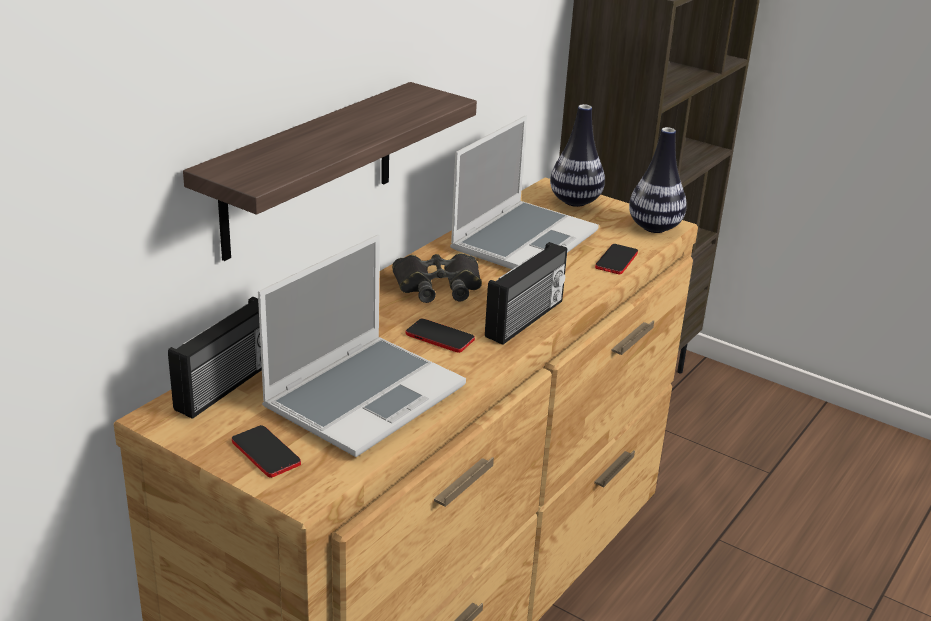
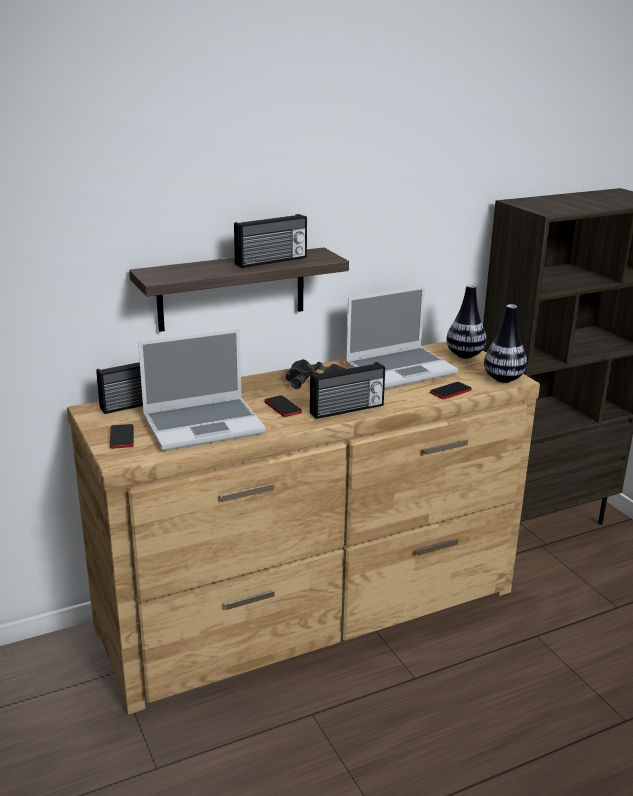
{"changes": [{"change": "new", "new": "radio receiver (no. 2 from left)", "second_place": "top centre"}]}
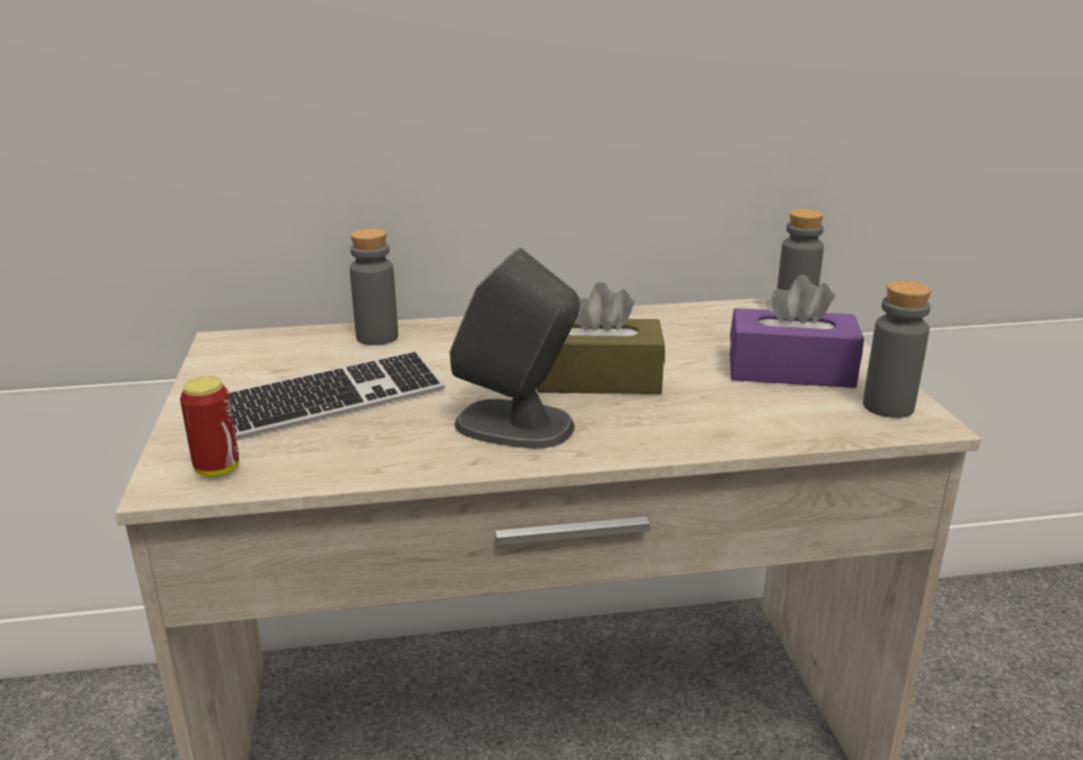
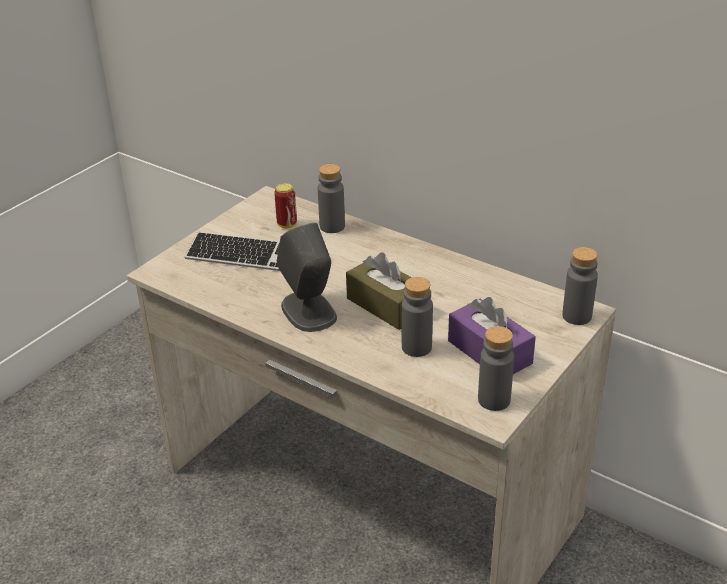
{"changes": [{"change": "shifted", "old": "sealed can", "first_place": "middle left", "second_place": "centre"}, {"change": "new", "new": "grey bottle (no. 2 from left)", "second_place": "centre"}]}
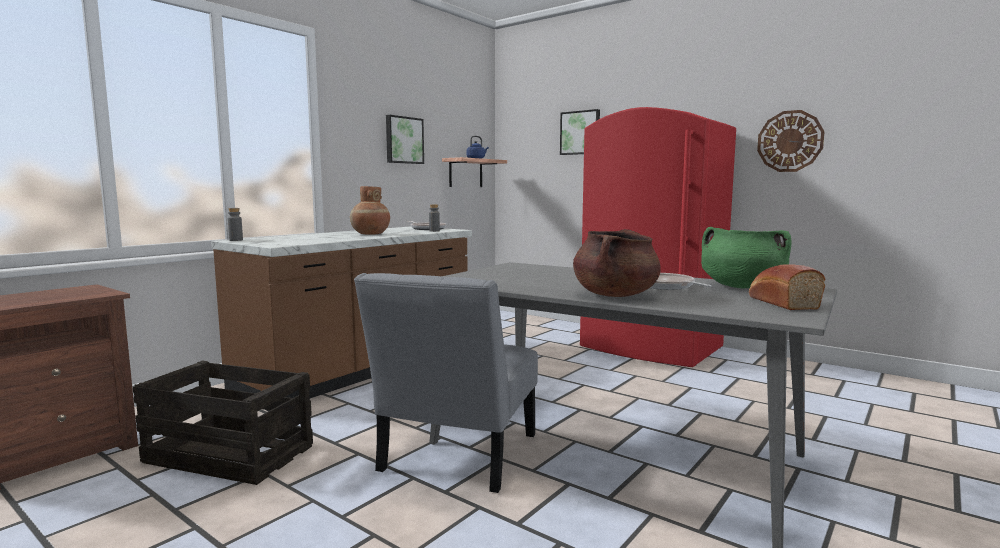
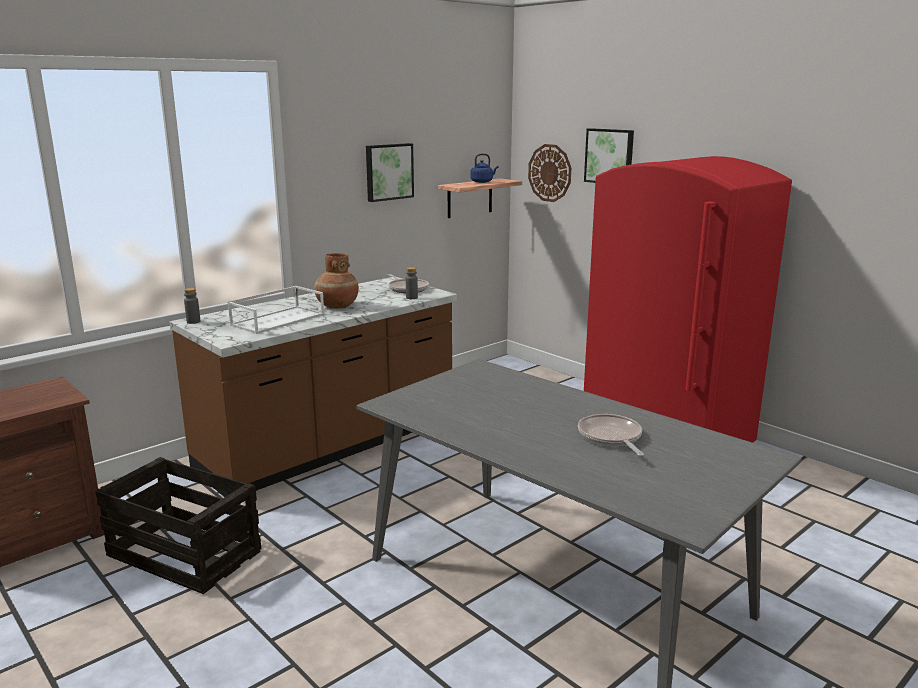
{"changes": [{"change": "gone", "old": "grey plain chair", "first_place": "bottom centre"}, {"change": "gone", "old": "brown cooking pot", "first_place": "centre"}, {"change": "gone", "old": "green-coloured cooking pot", "first_place": "middle right"}, {"change": "gone", "old": "bread", "first_place": "middle right"}, {"change": "shifted", "old": "hanging clock", "first_place": "top right", "second_place": "top centre"}, {"change": "new", "new": "white tray", "second_place": "middle left"}]}
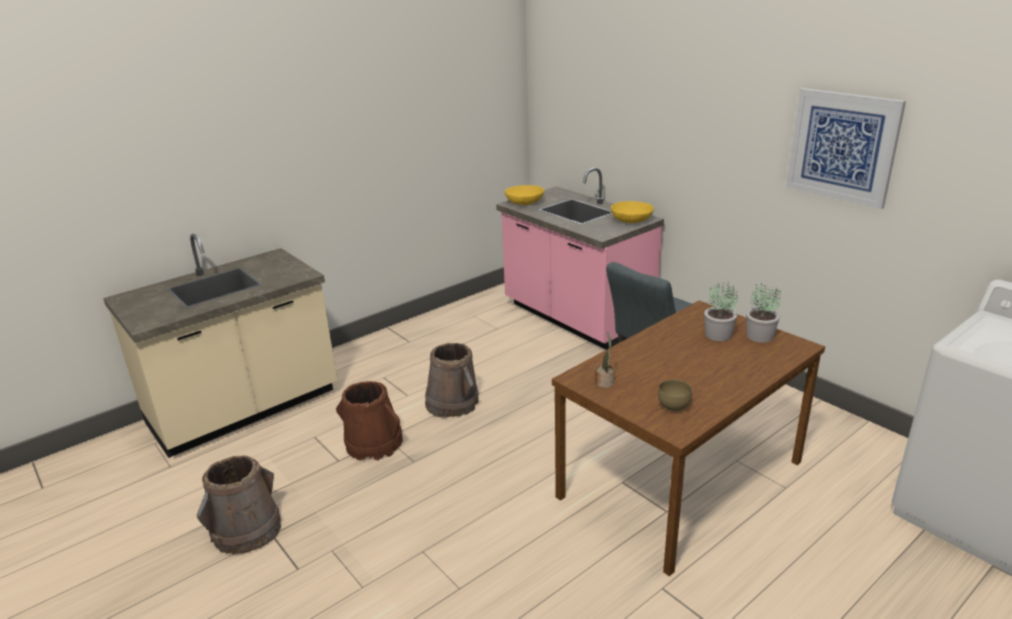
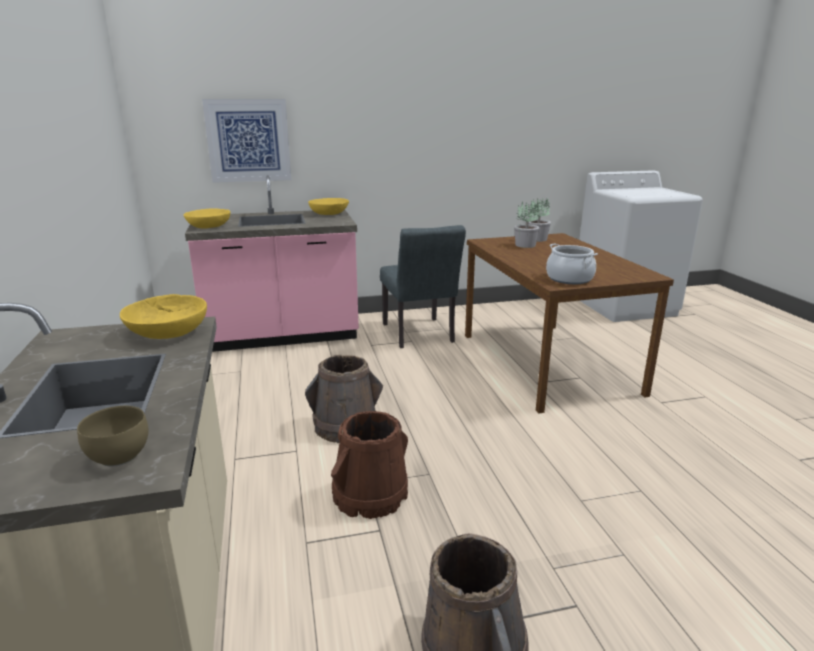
{"changes": [{"change": "swapped", "old": "houseplant (no. 1 from left)", "new": "cooking pot", "first_place": "centre", "second_place": "middle right"}, {"change": "shifted", "old": "brown serving bowl", "first_place": "middle right", "second_place": "bottom left"}, {"change": "shifted", "old": "picture", "first_place": "top right", "second_place": "top left"}, {"change": "new", "new": "yellowish serving bowl (no. 1 from left)", "second_place": "middle left"}]}
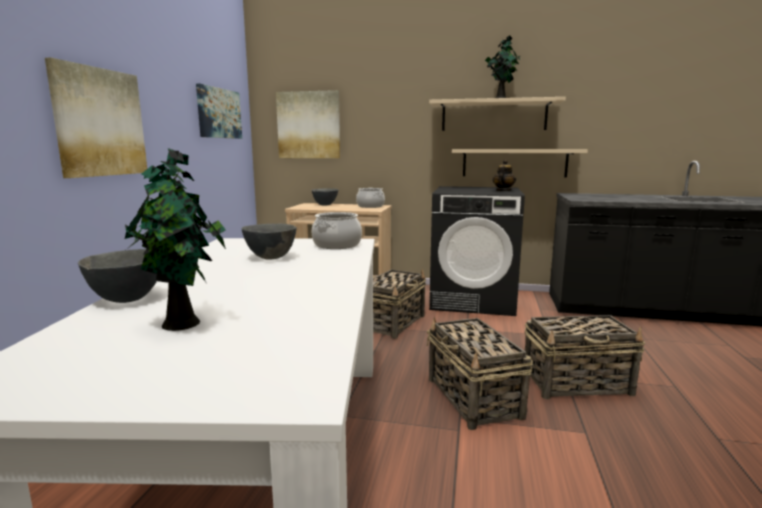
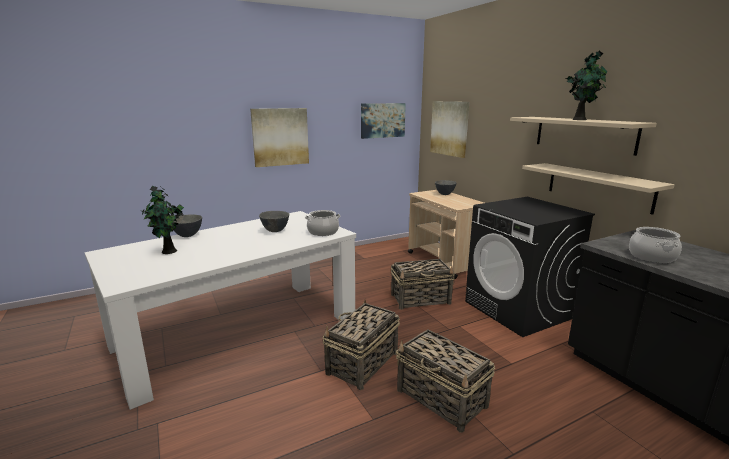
{"changes": [{"change": "shifted", "old": "cooking pot (no. 2 from left)", "first_place": "centre", "second_place": "middle right"}, {"change": "gone", "old": "pot for tea", "first_place": "centre"}]}
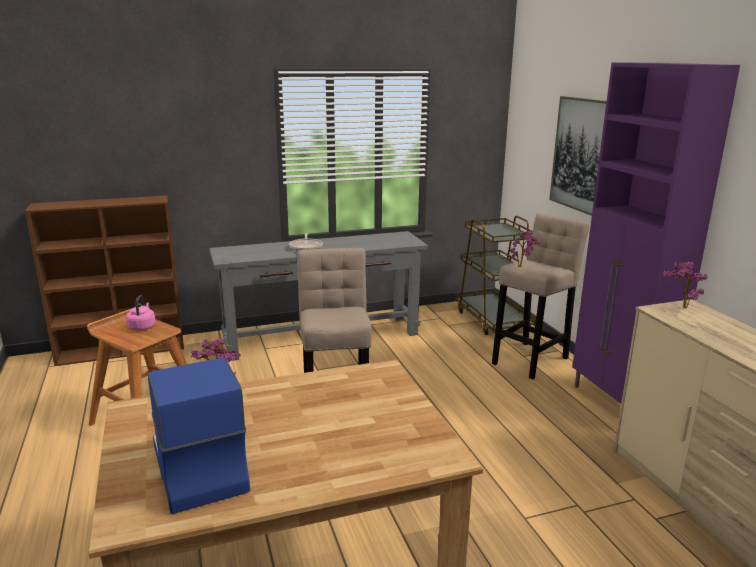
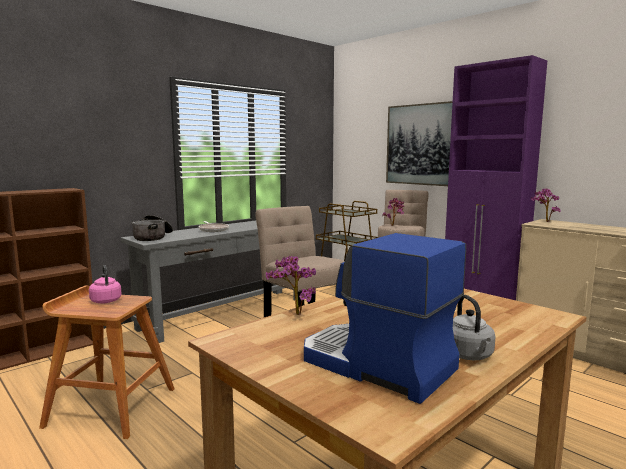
{"changes": [{"change": "new", "new": "cooking pot", "second_place": "middle left"}, {"change": "new", "new": "grey water kettle", "second_place": "bottom right"}]}
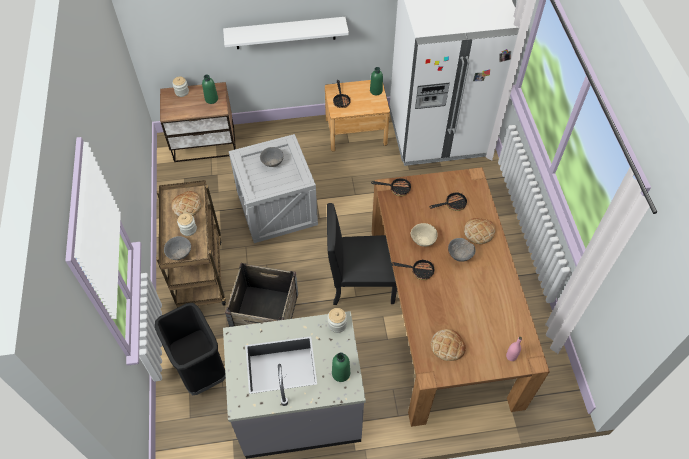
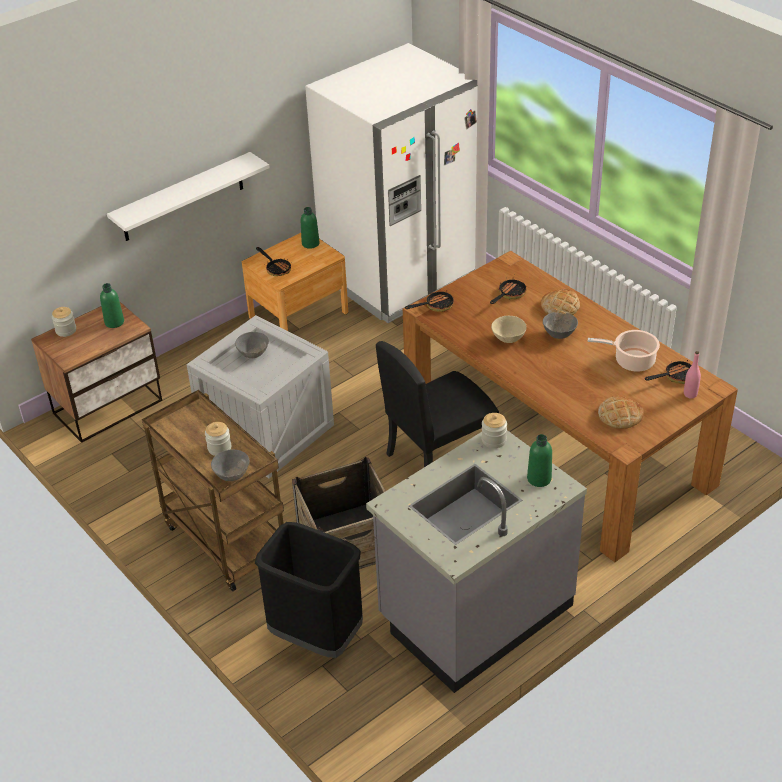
{"changes": [{"change": "gone", "old": "bread (no. 1 from left)", "first_place": "middle left"}, {"change": "shifted", "old": "pan (no. 3 from left in the first image)", "new": "pan (no. 4 from left)", "first_place": "centre", "second_place": "middle right"}, {"change": "new", "new": "cooking pot", "second_place": "middle right"}]}
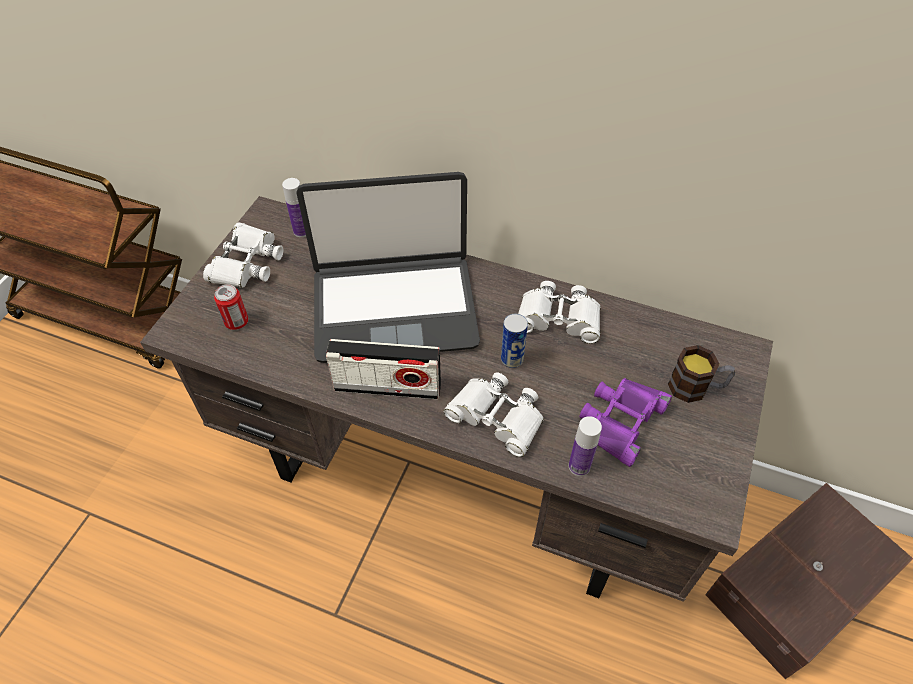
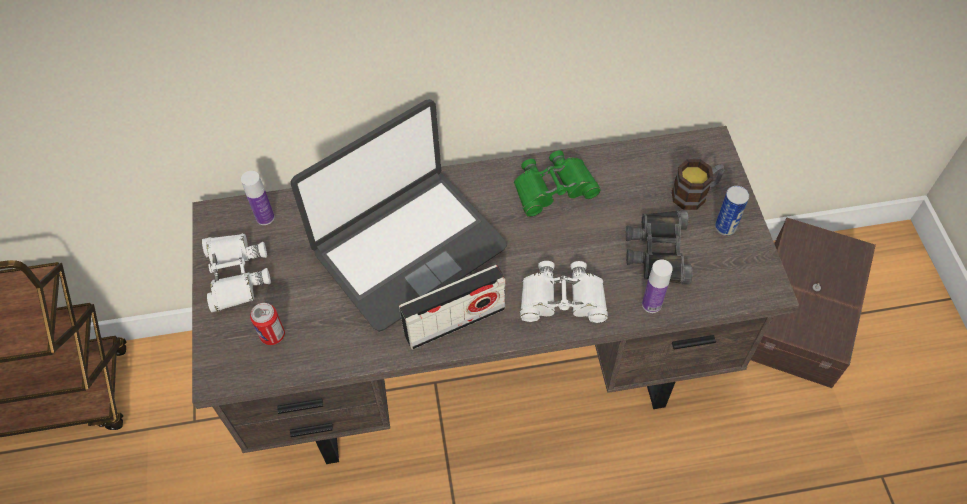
{"changes": [{"change": "shifted", "old": "sealed can (no. 2 from left)", "first_place": "centre", "second_place": "middle right"}, {"change": "repainted", "old": "white pair of binoculars (no. 3 from left)", "new": "green-coloured pair of binoculars", "first_place": "centre", "second_place": "centre"}, {"change": "repainted", "old": "purple pair of binoculars", "new": "blackish pair of binoculars", "first_place": "middle right", "second_place": "middle right"}]}
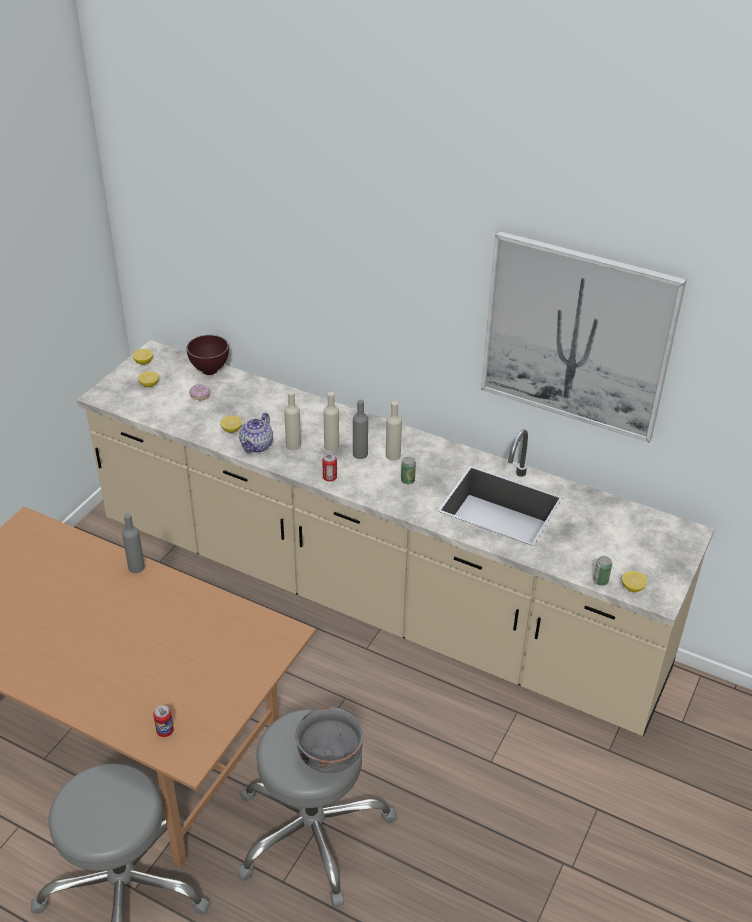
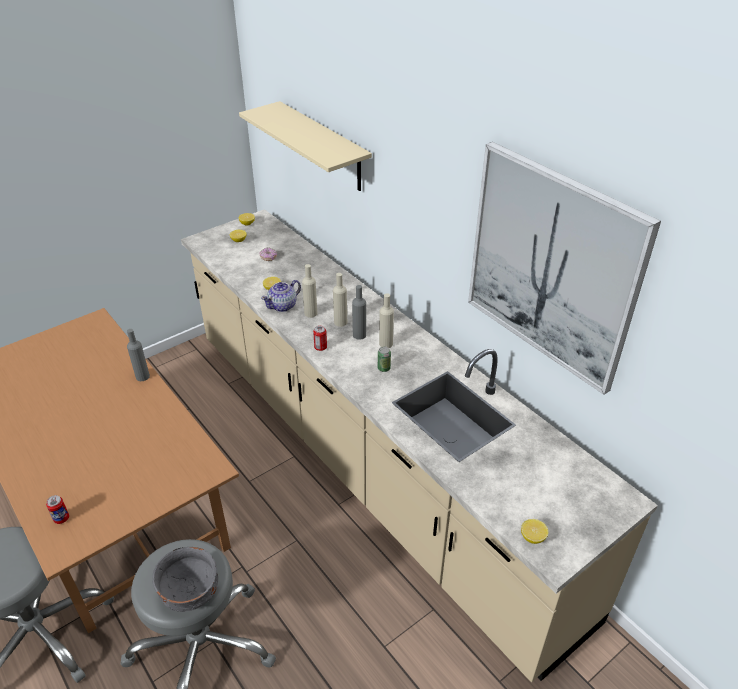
{"changes": [{"change": "gone", "old": "brown serving bowl", "first_place": "middle left"}, {"change": "gone", "old": "sealed can (no. 4 from left)", "first_place": "middle right"}, {"change": "new", "new": "beige shelf", "second_place": "top centre"}]}
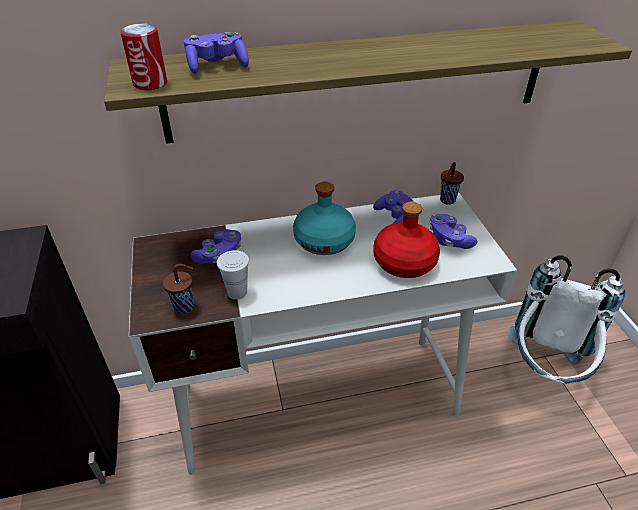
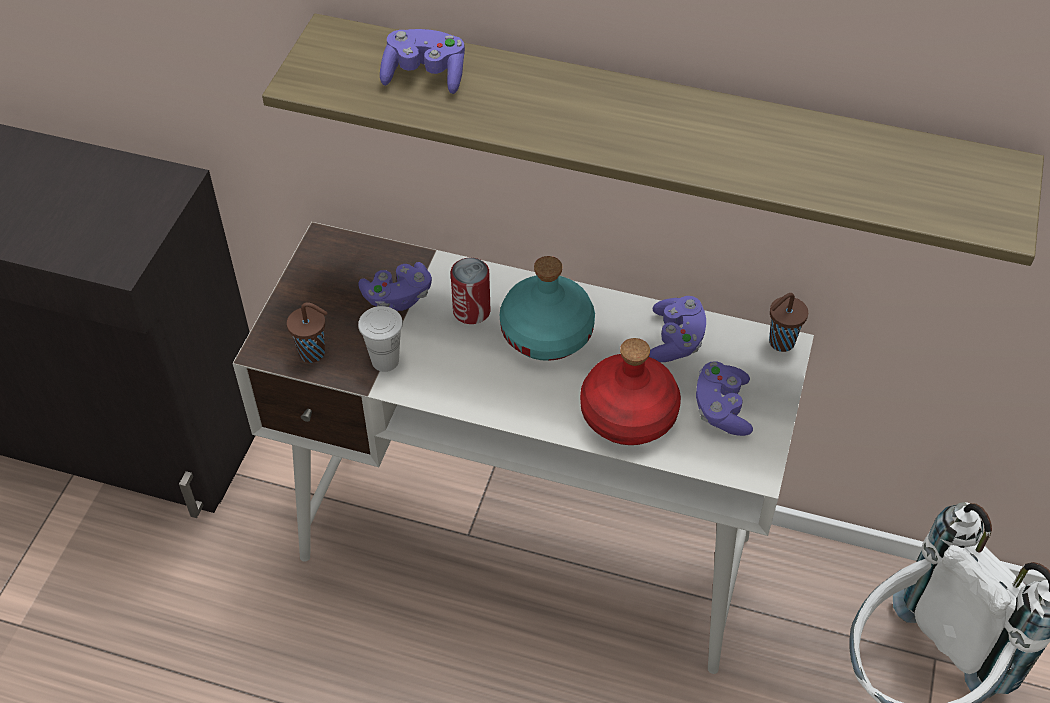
{"changes": [{"change": "shifted", "old": "sealed can", "first_place": "top left", "second_place": "centre"}]}
